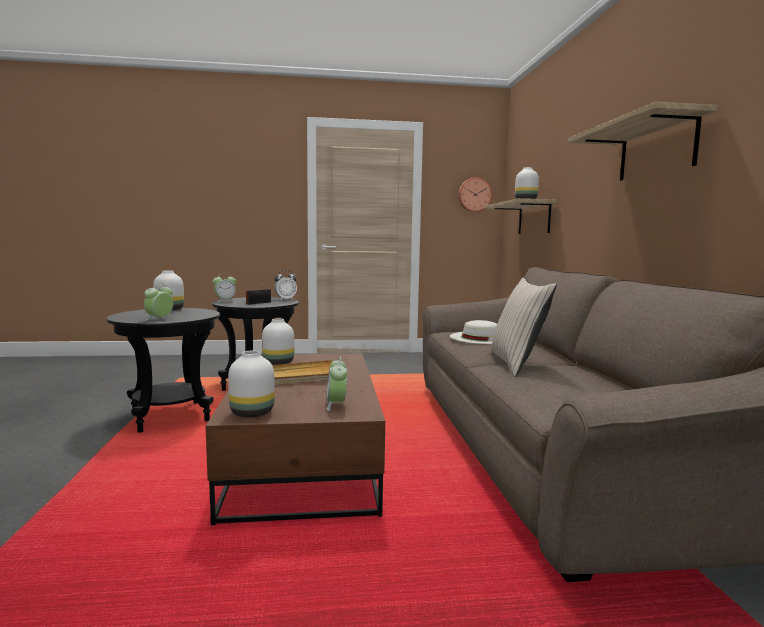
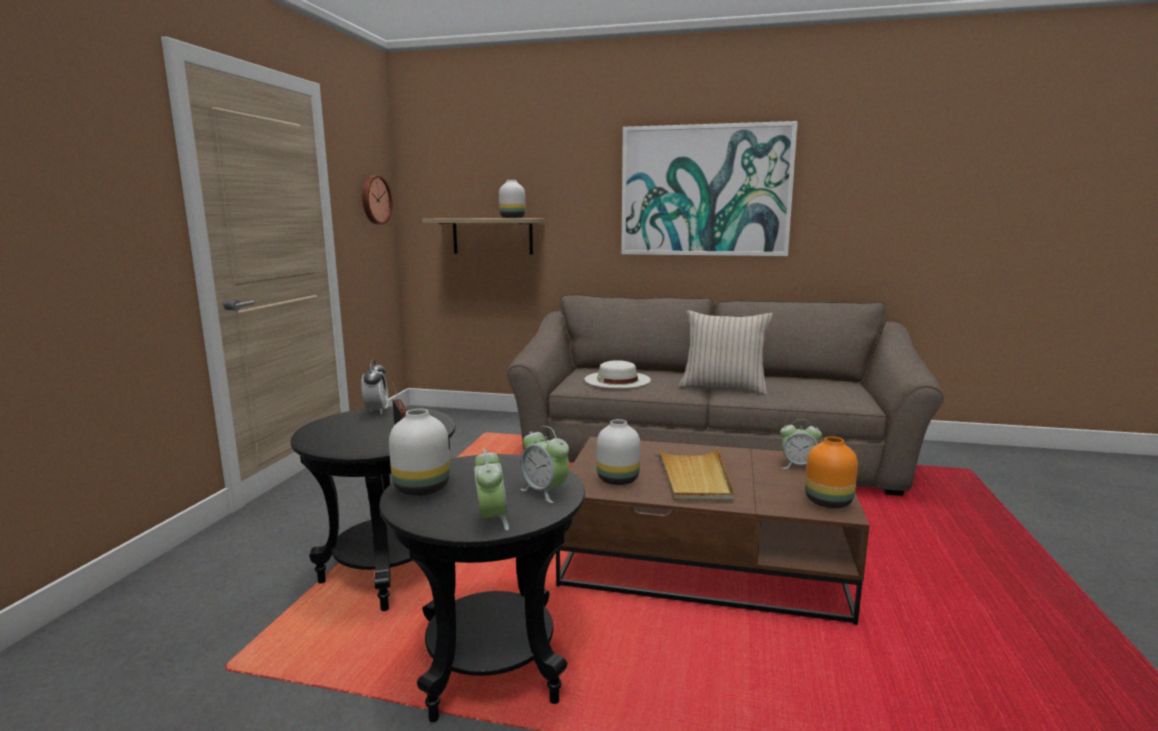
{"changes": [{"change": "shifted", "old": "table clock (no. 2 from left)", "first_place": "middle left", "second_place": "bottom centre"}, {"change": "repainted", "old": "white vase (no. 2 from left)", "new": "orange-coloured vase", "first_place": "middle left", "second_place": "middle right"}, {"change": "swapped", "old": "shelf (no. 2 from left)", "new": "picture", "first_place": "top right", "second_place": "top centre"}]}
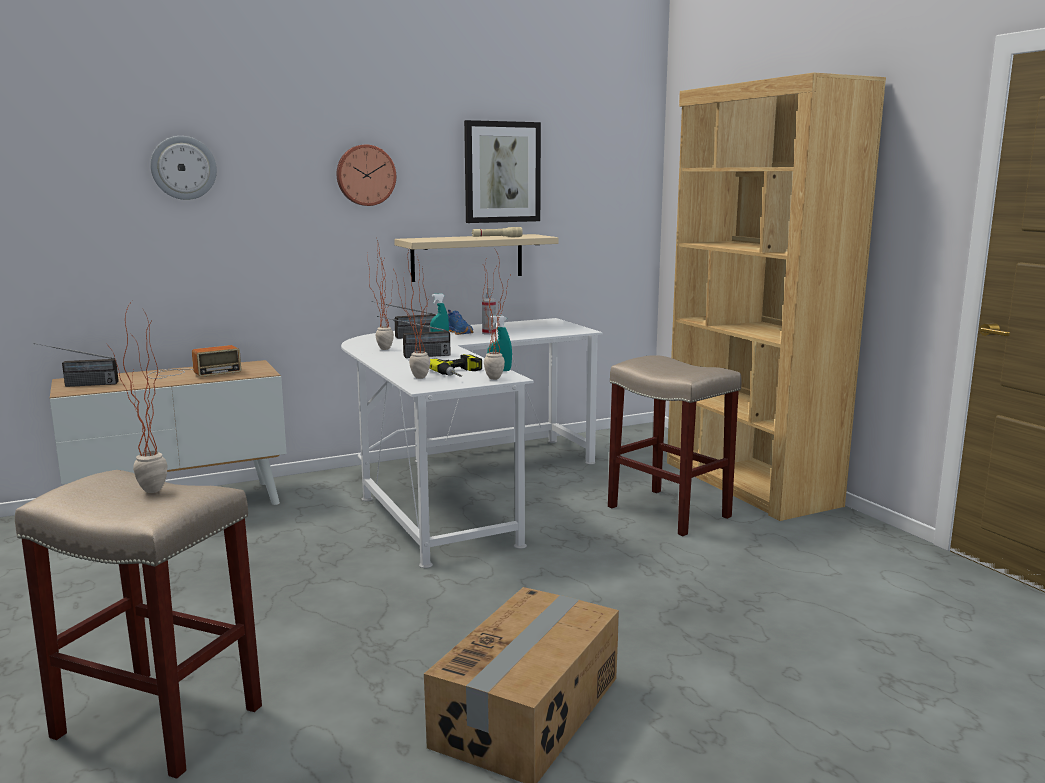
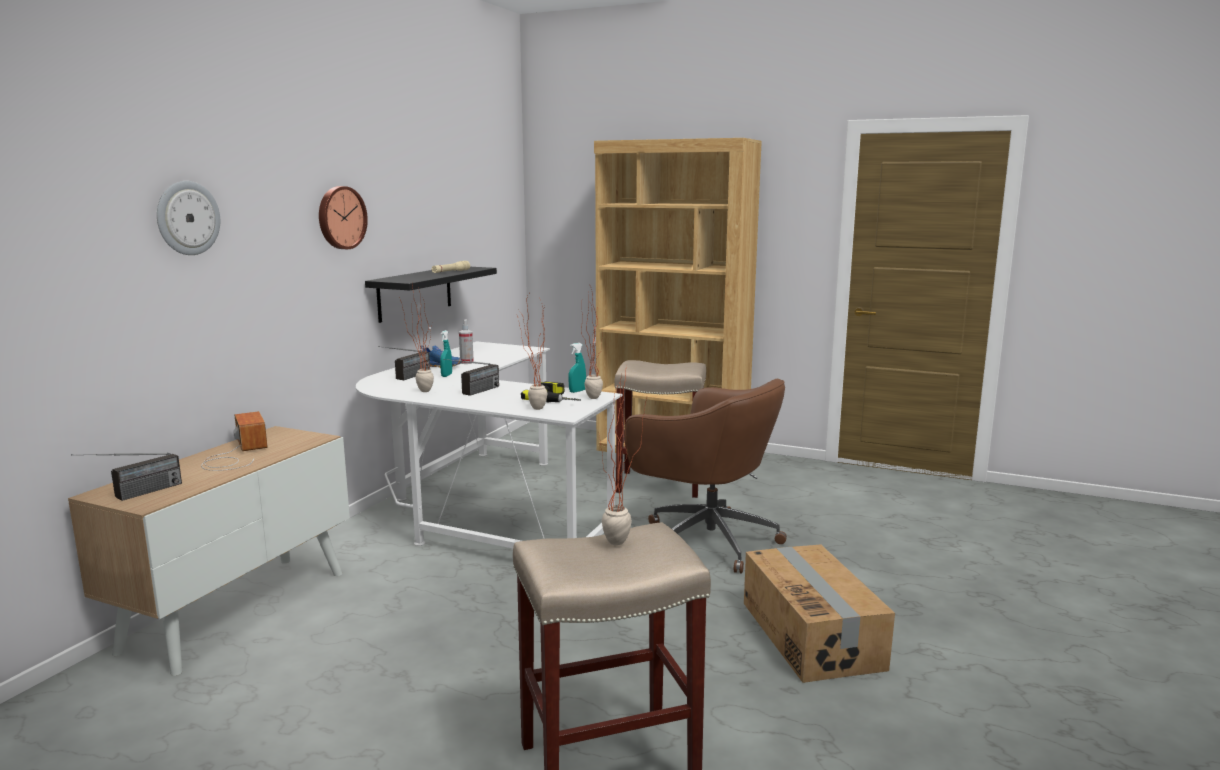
{"changes": [{"change": "rotated", "old": "radio receiver (no. 2 from left)", "first_place": "middle left", "second_place": "middle left", "degrees": -45}, {"change": "repainted", "old": "beige shelf", "new": "blackish shelf", "first_place": "top centre", "second_place": "centre"}, {"change": "gone", "old": "picture", "first_place": "top centre"}, {"change": "new", "new": "brown computer chair", "second_place": "centre"}]}
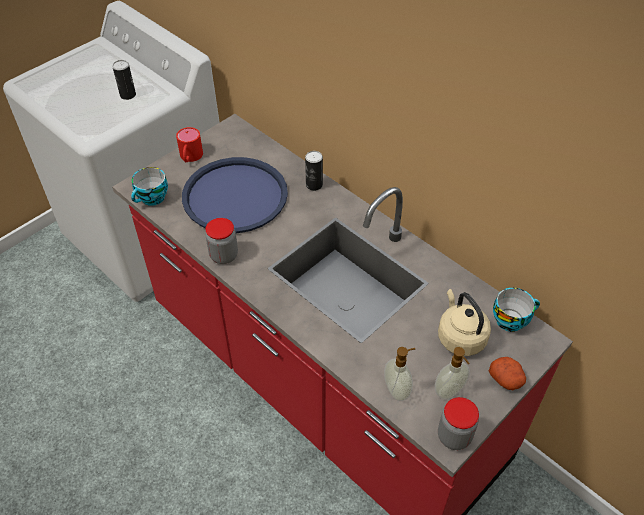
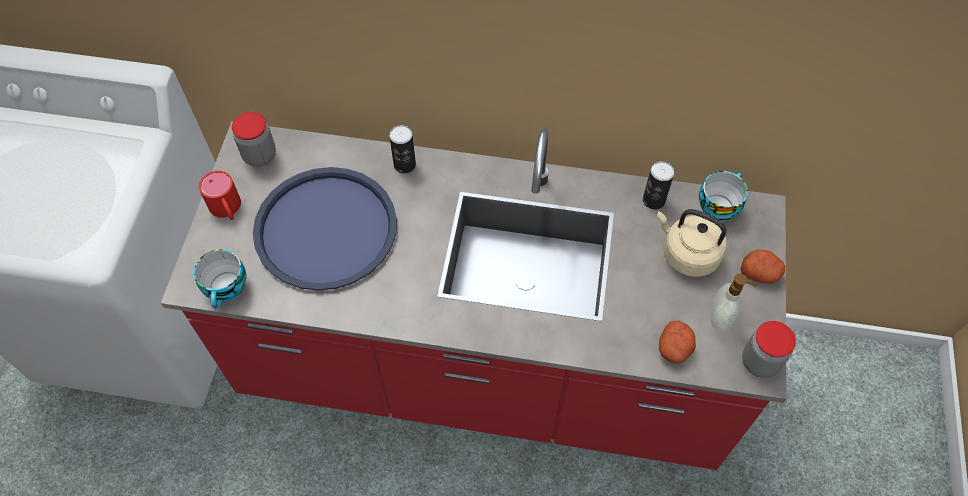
{"changes": [{"change": "shifted", "old": "sealed can (no. 1 from left in the first image)", "new": "sealed can (no. 2 from left)", "first_place": "top left", "second_place": "middle right"}, {"change": "shifted", "old": "jar (no. 1 from left)", "first_place": "centre", "second_place": "top left"}, {"change": "swapped", "old": "soap bottle (no. 1 from left)", "new": "potato (no. 1 from left)", "first_place": "bottom centre", "second_place": "bottom right"}]}
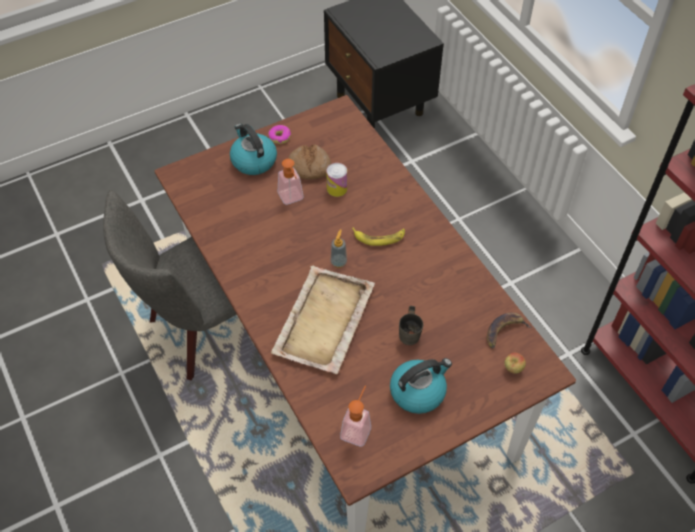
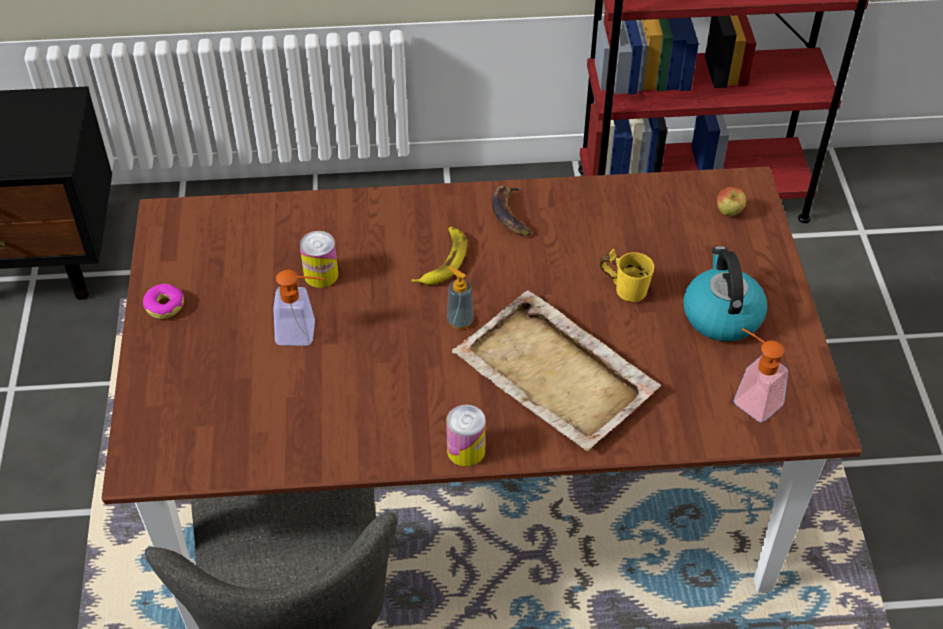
{"changes": [{"change": "gone", "old": "water kettle (no. 1 from left)", "first_place": "top centre"}, {"change": "gone", "old": "bread", "first_place": "top centre"}, {"change": "repainted", "old": "grey coffee mug", "new": "yellowish coffee mug", "first_place": "centre", "second_place": "centre"}, {"change": "shifted", "old": "banana (no. 2 from left)", "first_place": "middle right", "second_place": "centre"}, {"change": "new", "new": "sealed can (no. 2 from left)", "second_place": "bottom centre"}]}
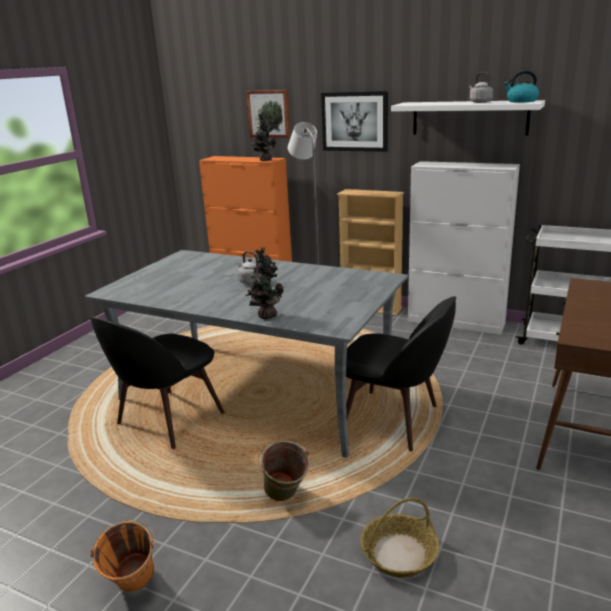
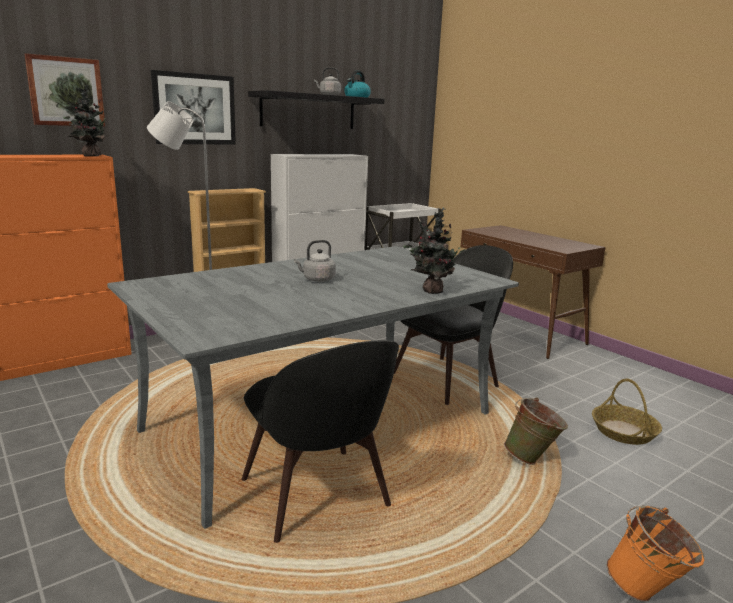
{"changes": [{"change": "repainted", "old": "white shelf", "new": "blackish shelf", "first_place": "top right", "second_place": "top centre"}]}
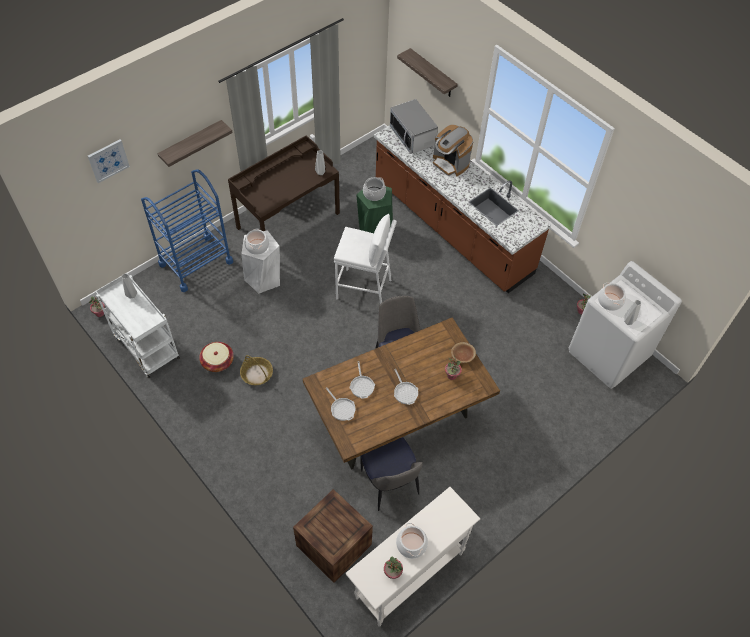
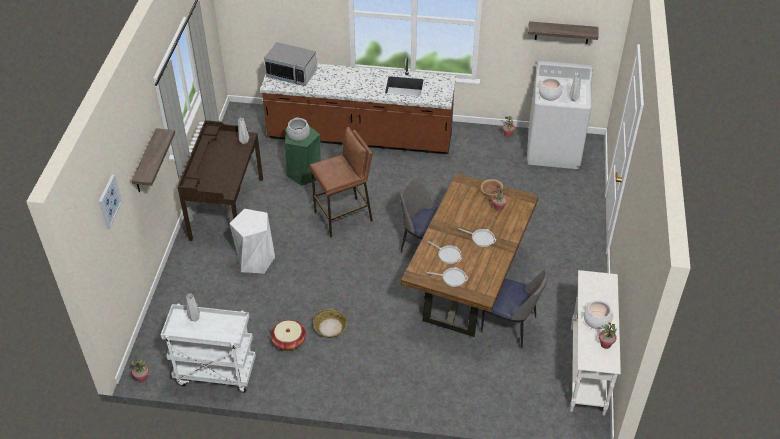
{"changes": [{"change": "gone", "old": "blue trolley", "first_place": "middle left"}, {"change": "gone", "old": "cooking pot (no. 1 from left)", "first_place": "centre"}, {"change": "gone", "old": "packing crate", "first_place": "bottom centre"}, {"change": "repainted", "old": "white stool (no. 2 from left)", "new": "brown stool", "first_place": "centre", "second_place": "centre"}, {"change": "shifted", "old": "shelf (no. 2 from left)", "first_place": "top centre", "second_place": "top right"}, {"change": "gone", "old": "coffee machine", "first_place": "top centre"}]}
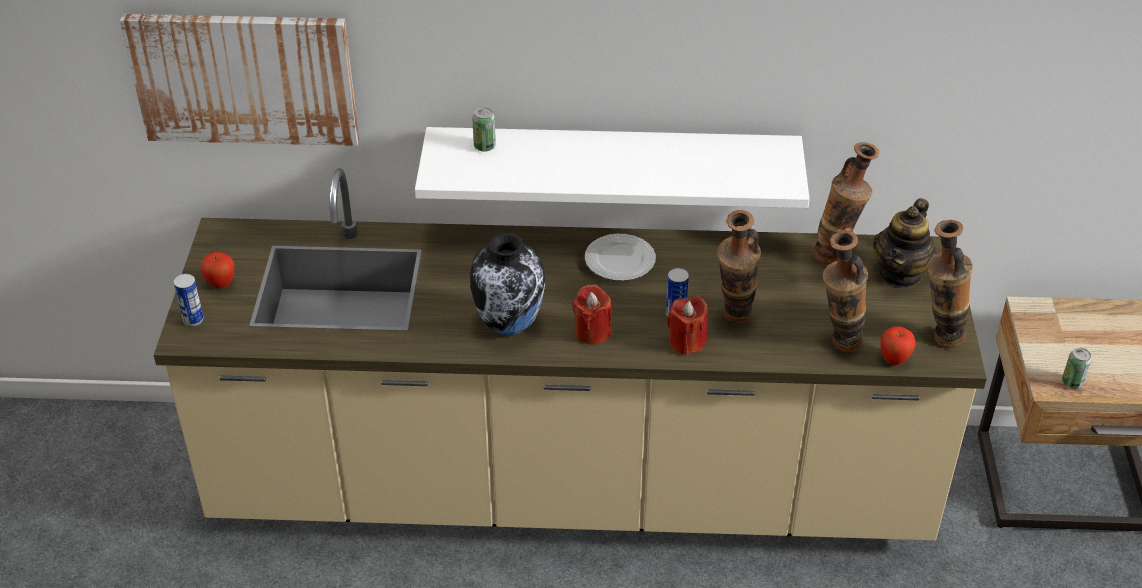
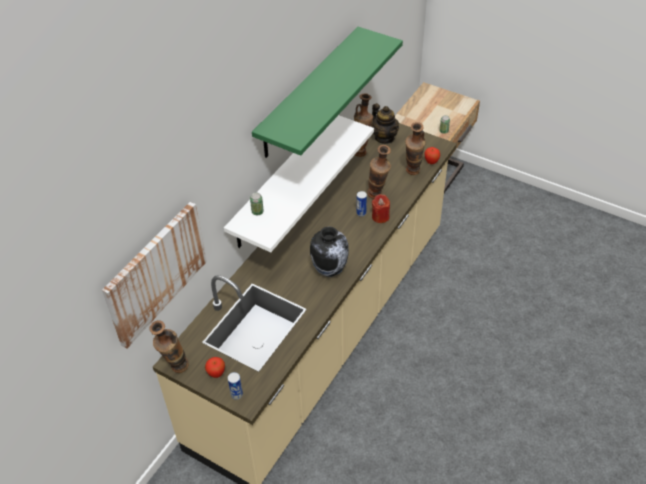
{"changes": [{"change": "gone", "old": "reddish candle (no. 1 from left)", "first_place": "centre"}, {"change": "gone", "old": "dinner plate", "first_place": "centre"}, {"change": "shifted", "old": "vase (no. 5 from left in the first image)", "new": "vase (no. 1 from left)", "first_place": "middle right", "second_place": "bottom left"}, {"change": "new", "new": "green-coloured shelf", "second_place": "top centre"}]}
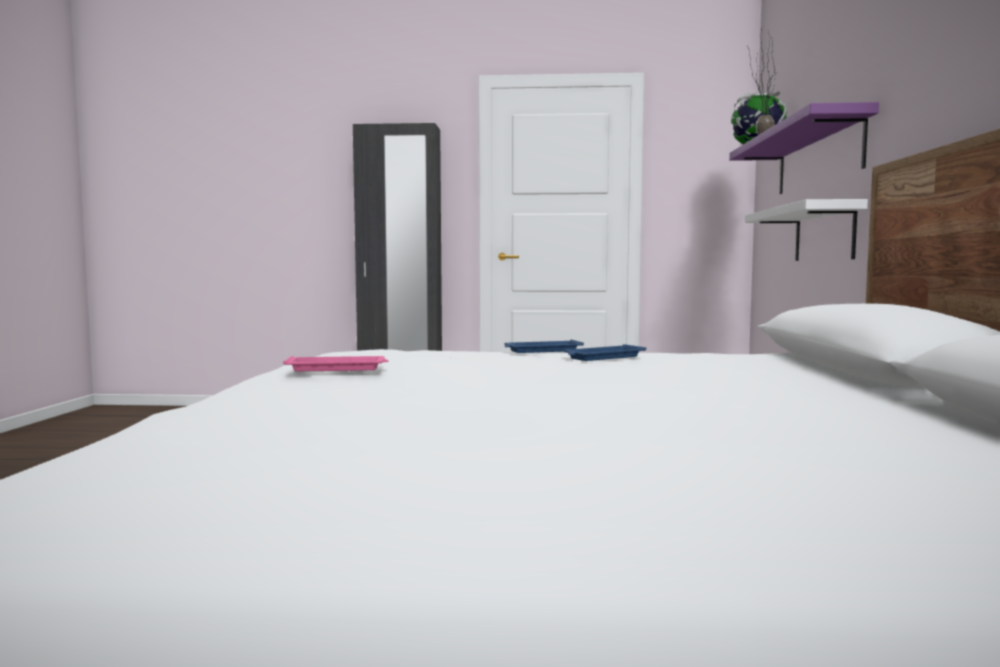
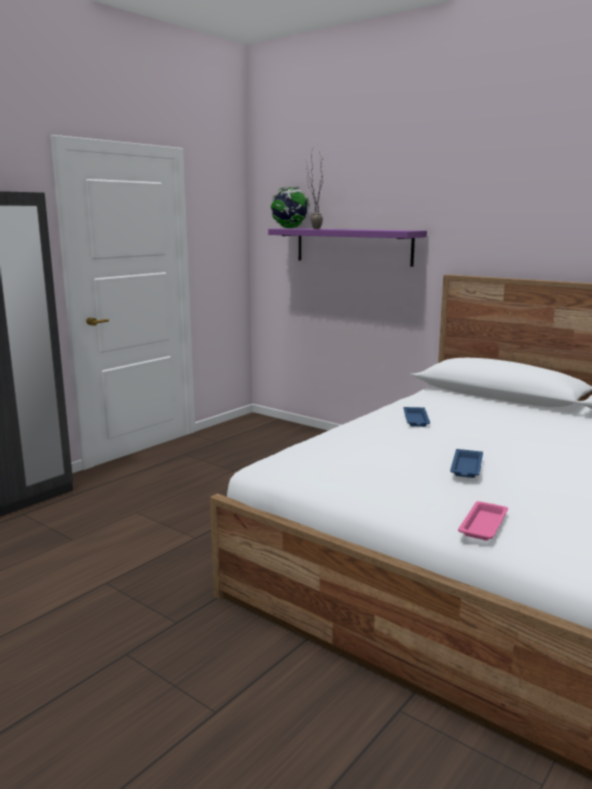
{"changes": [{"change": "shifted", "old": "pink tray", "first_place": "centre", "second_place": "middle right"}, {"change": "shifted", "old": "blue tray (no. 1 from left in the first image)", "new": "blue tray (no. 2 from left)", "first_place": "centre", "second_place": "middle right"}, {"change": "gone", "old": "white shelf", "first_place": "middle right"}]}
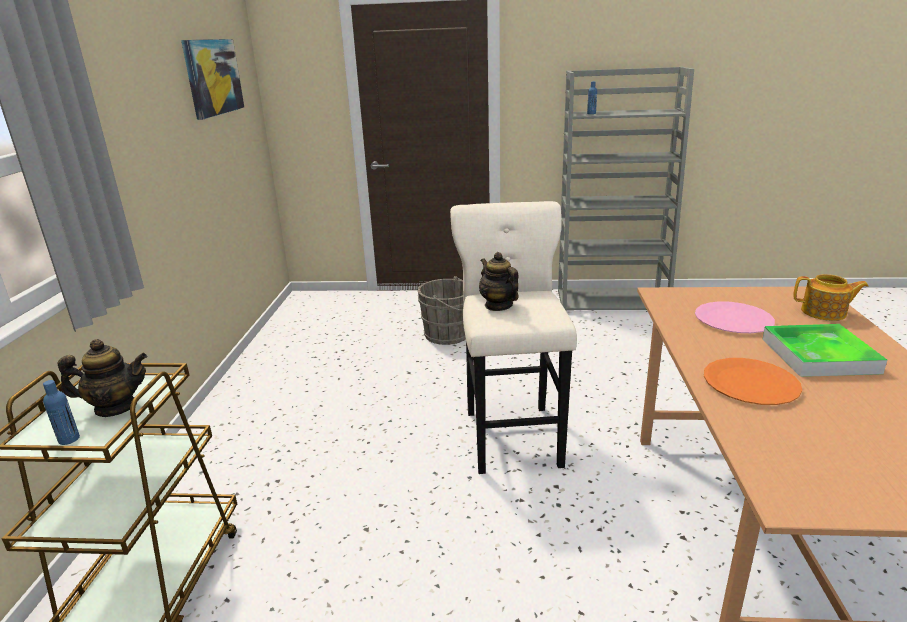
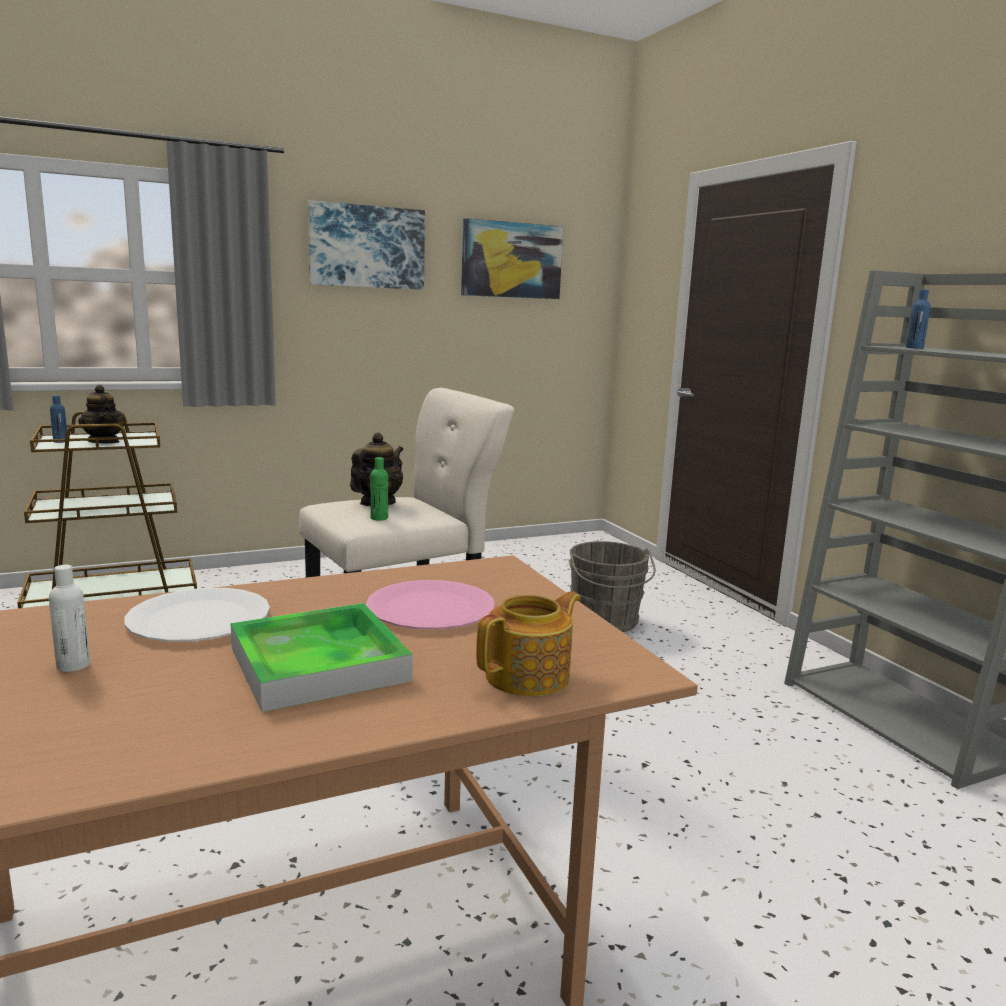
{"changes": [{"change": "repainted", "old": "orange-coloured dinner plate", "new": "white dinner plate", "first_place": "middle right", "second_place": "middle left"}, {"change": "rotated", "old": "pot for tea (no. 3 from left)", "first_place": "middle right", "second_place": "centre", "degrees": -120}, {"change": "new", "new": "white bottle", "second_place": "middle left"}, {"change": "new", "new": "picture (no. 1 from left)", "second_place": "top centre"}, {"change": "new", "new": "green-coloured bottle", "second_place": "centre"}]}
